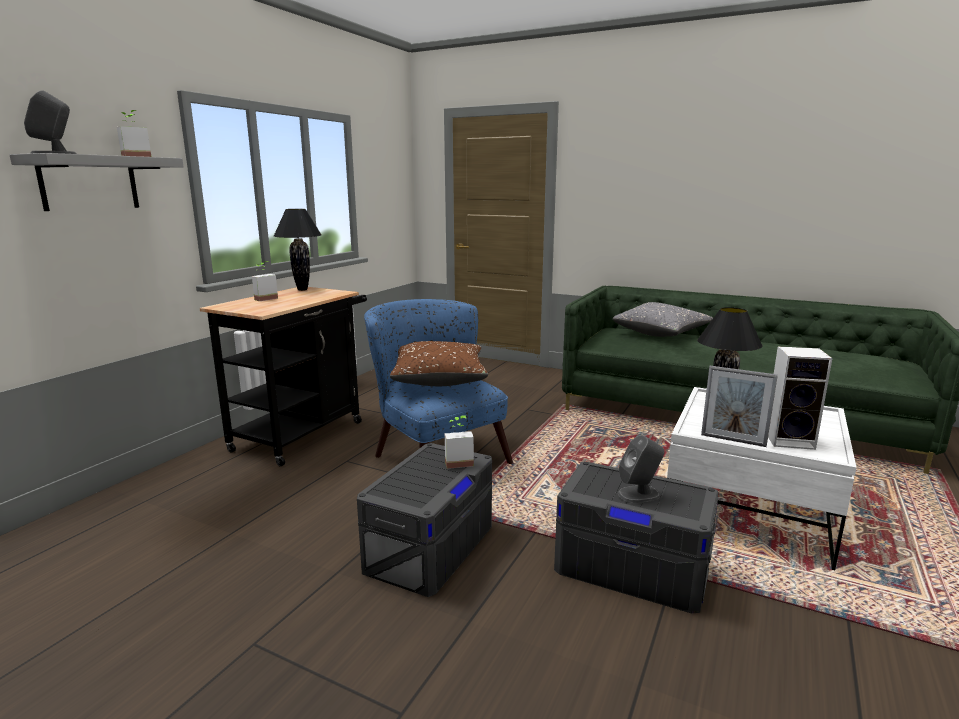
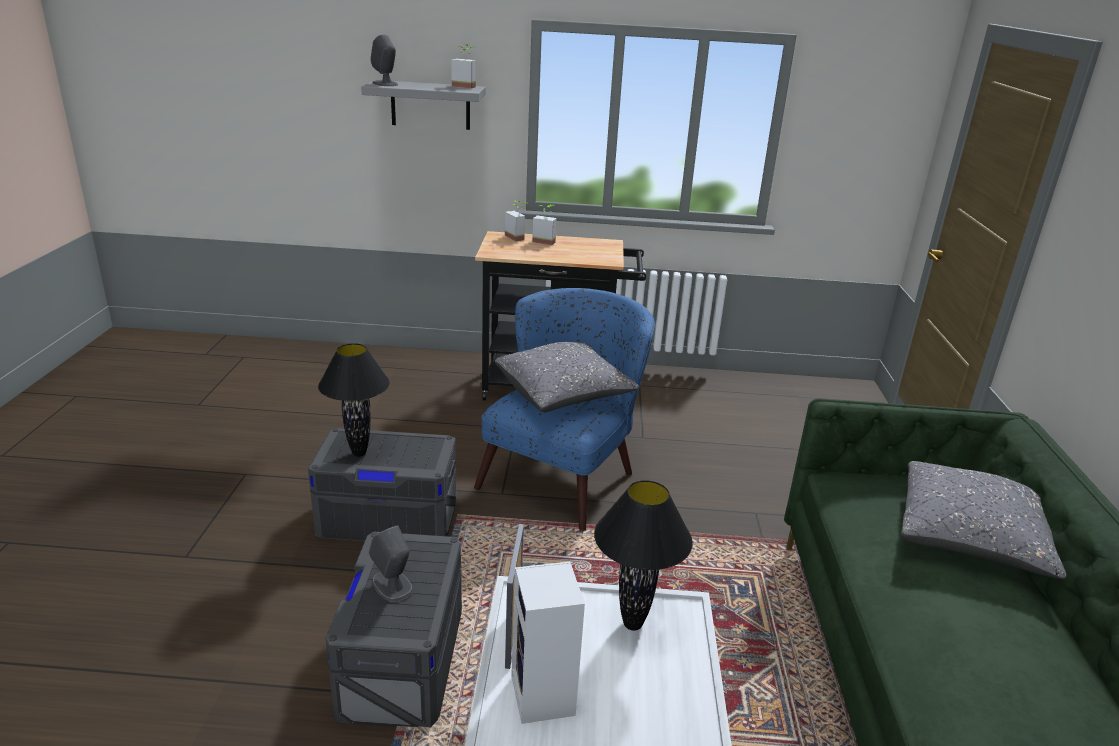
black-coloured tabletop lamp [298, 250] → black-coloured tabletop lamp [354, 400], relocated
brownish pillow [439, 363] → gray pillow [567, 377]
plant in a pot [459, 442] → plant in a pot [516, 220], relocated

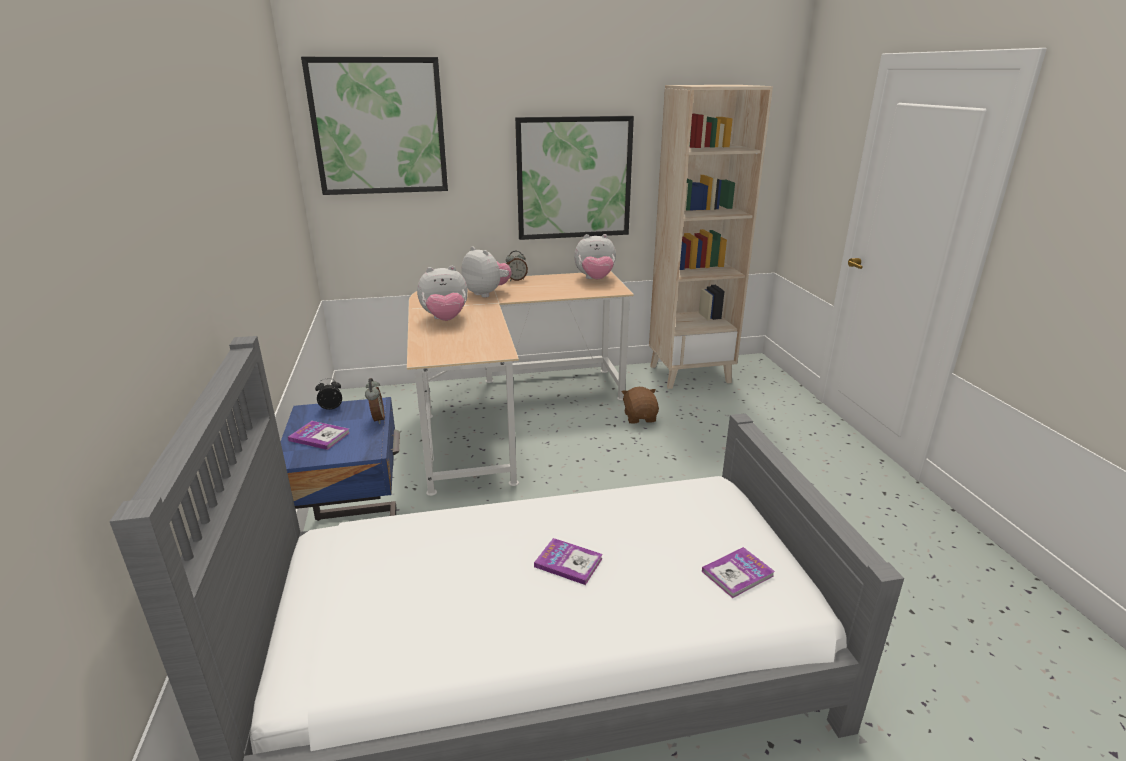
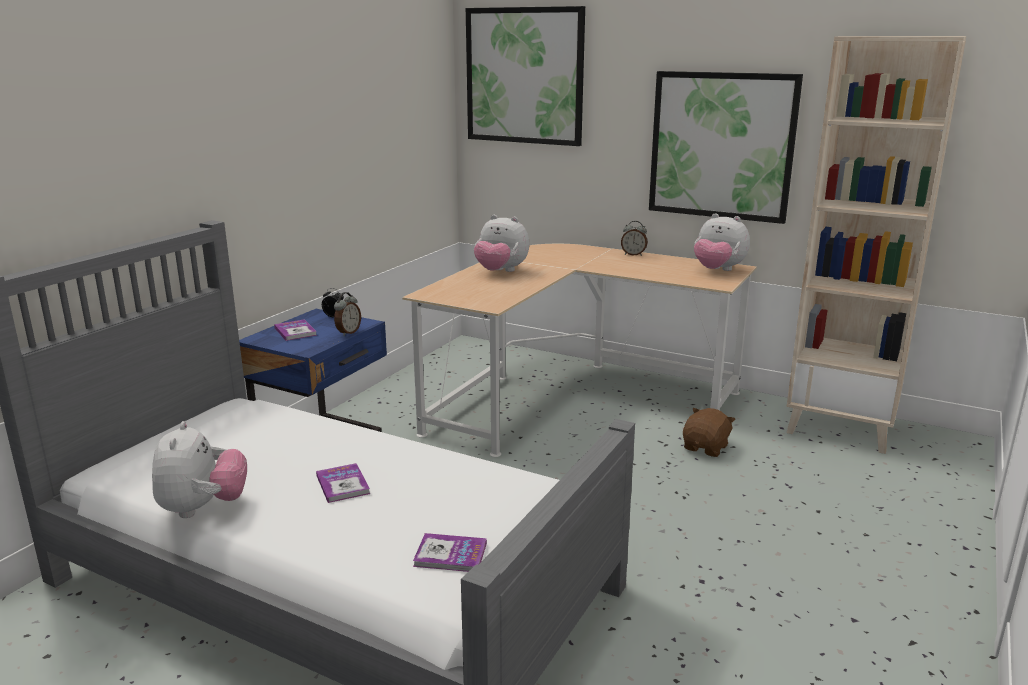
soft toy [486, 272] → soft toy [199, 469], relocated

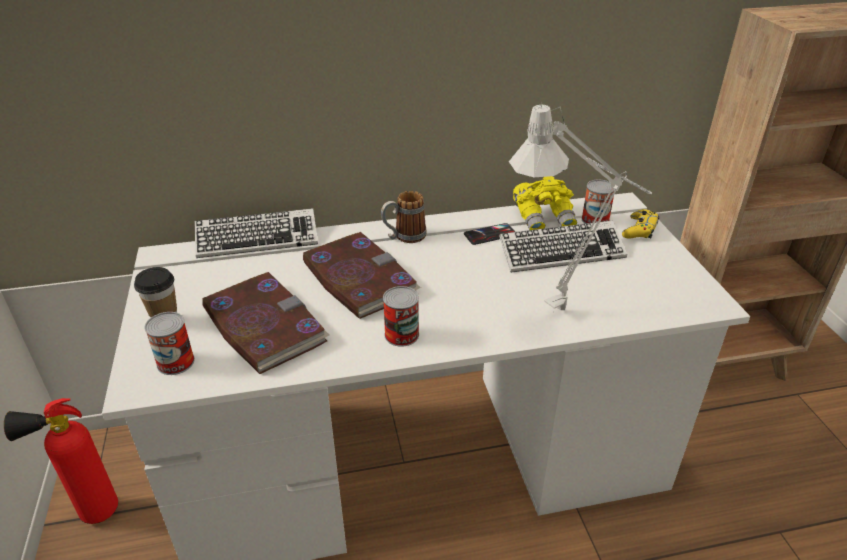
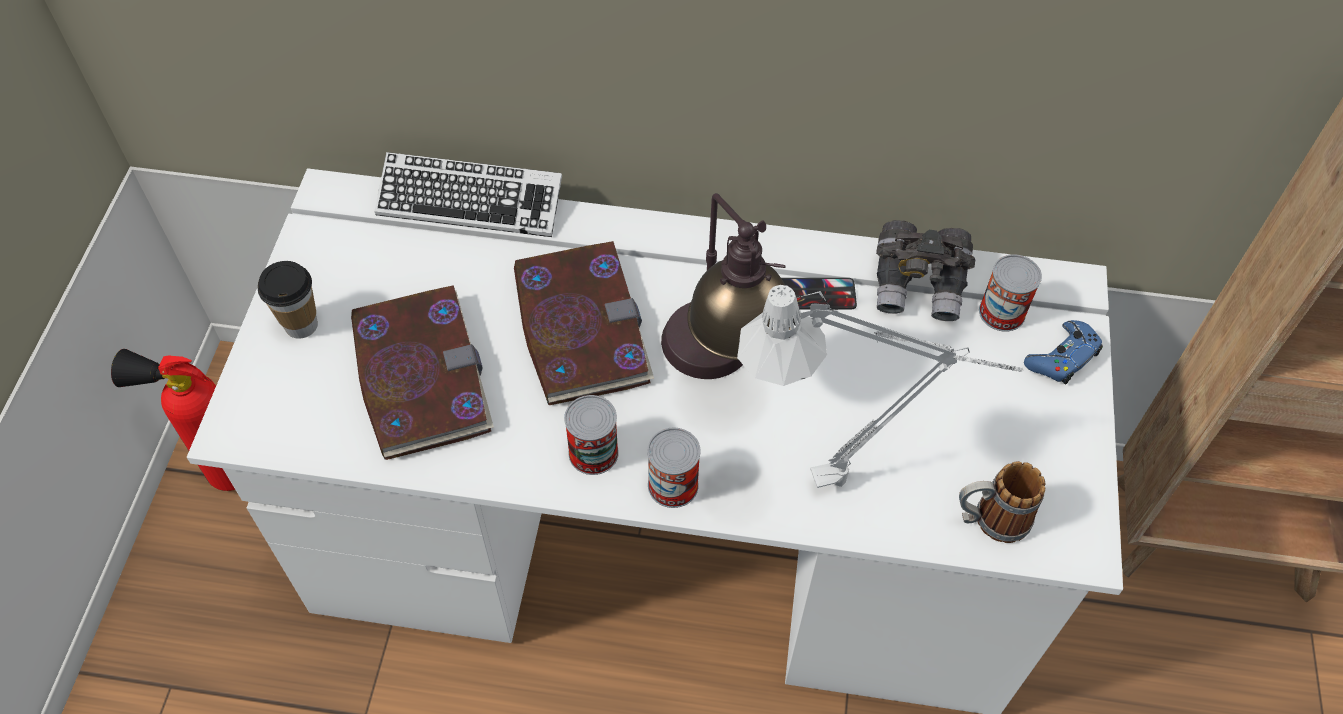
can [169, 343] → can [674, 468], relocated
tea mug [404, 217] → tea mug [1002, 502], relocated
keyboard [563, 246] → -
yellowish field glasses [545, 203] → gray field glasses [925, 270]
yellowish joypad [640, 224] → blue-coloured joypad [1063, 352]
- → tabletop lamp [726, 286]

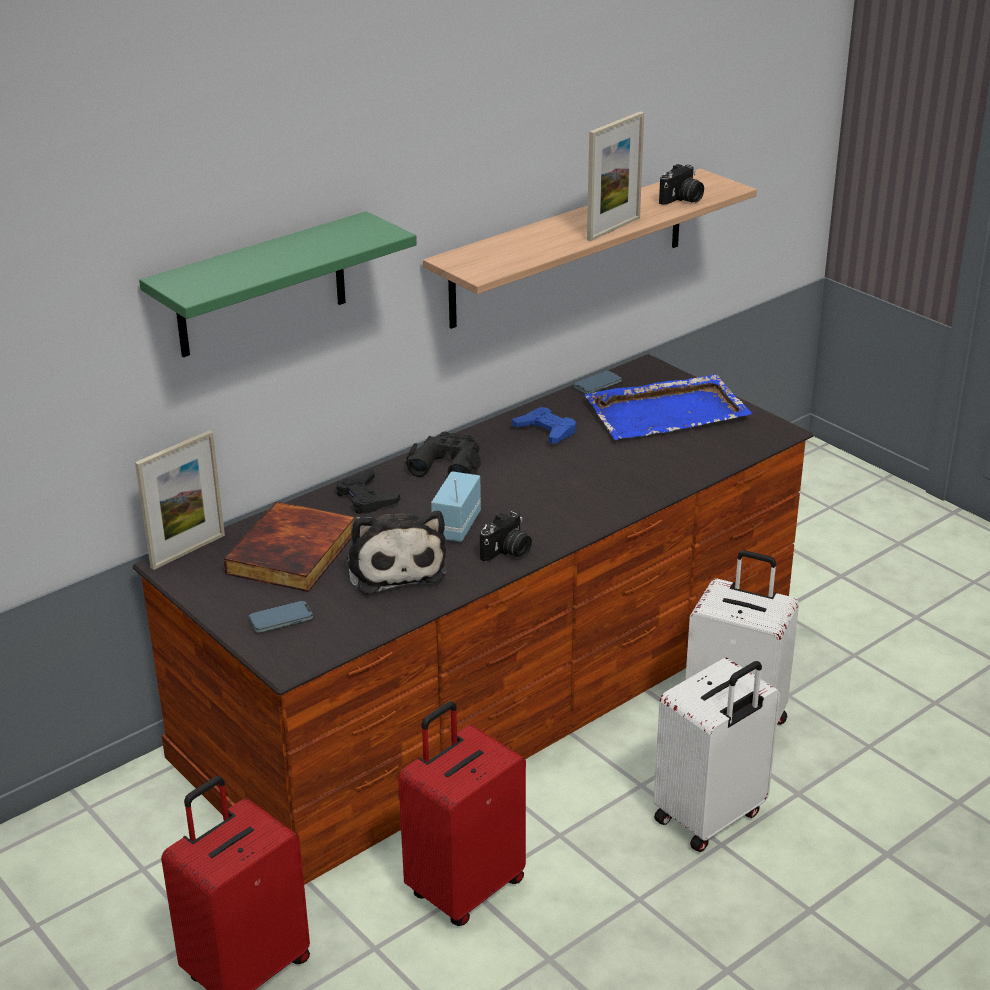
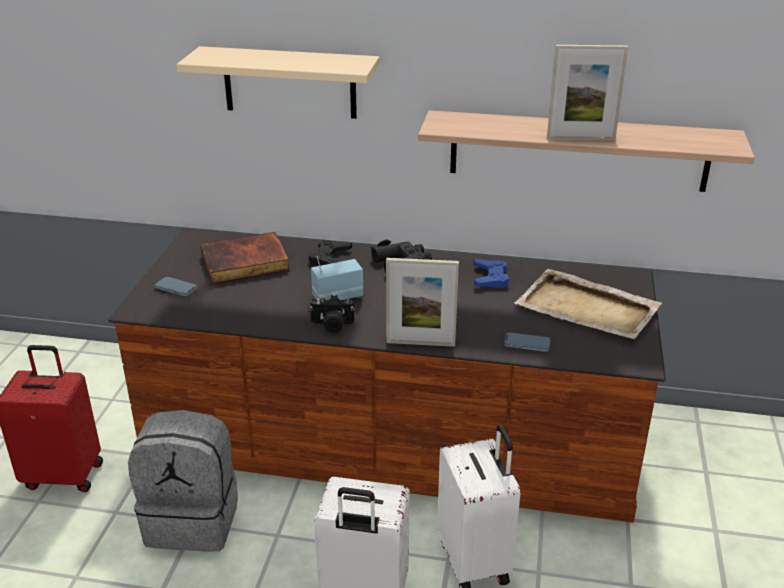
standing frame [180, 500] → standing frame [422, 302], relocated
green-coloured bracket shelf [278, 284] → beige-coloured bracket shelf [278, 82]
soft toy [397, 553] → -
red-coloured travel case [462, 813] → gray backpack [183, 481]
handset [597, 382] → handset [527, 342], relocated
blue-coloured tray [668, 407] → beige-coloured tray [588, 304]
photo camera [681, 184] → -

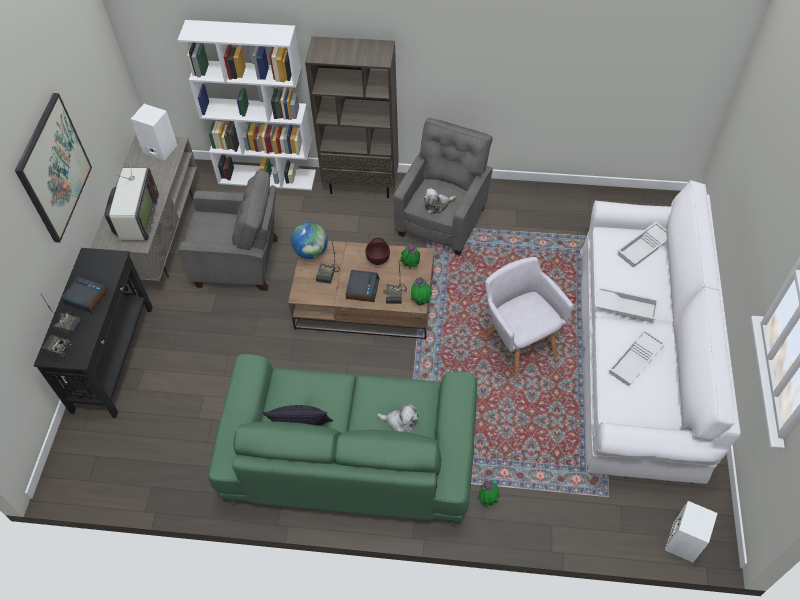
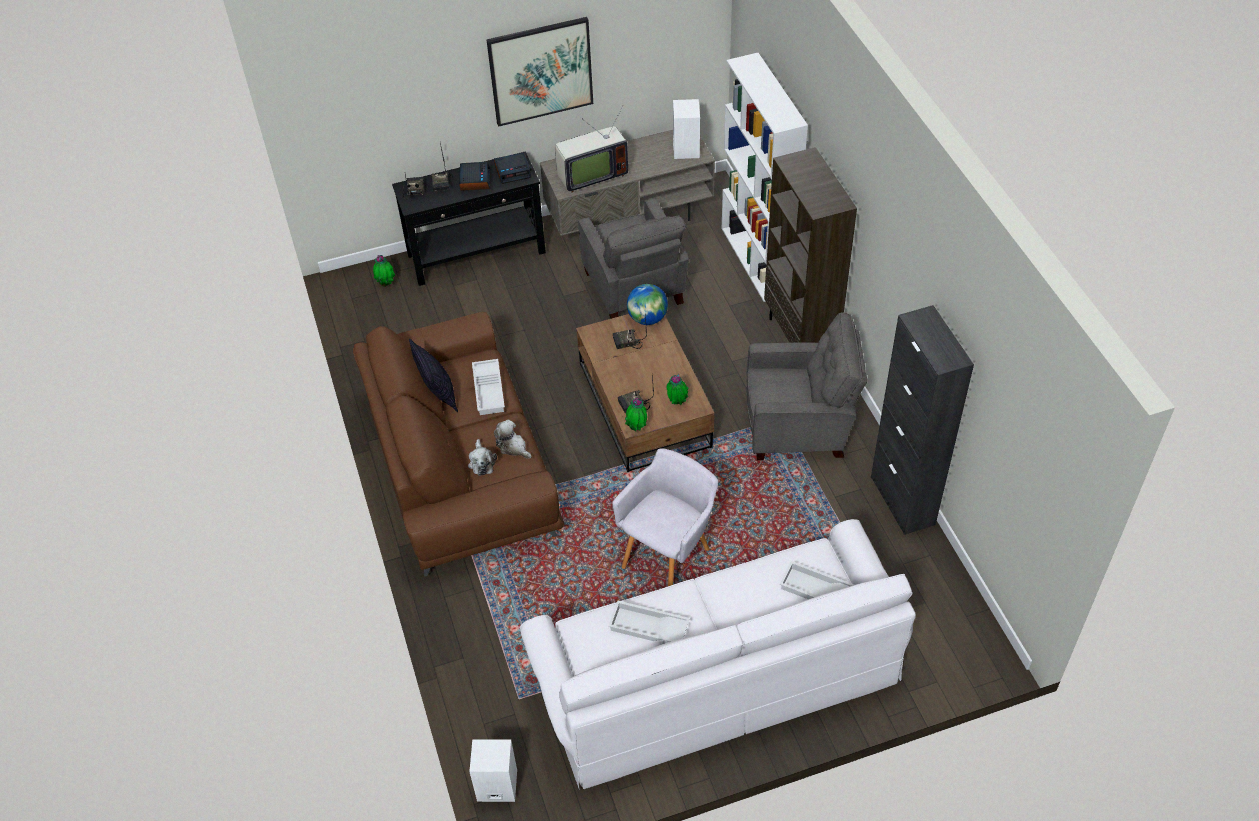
green-coloured settee [342, 440] → brownish settee [458, 444]
table clock [362, 286] → table clock [512, 168], relocated
brownish bowl [377, 251] → -
soft toy [440, 201] → soft toy [513, 439], relocated
plant in a pot [488, 493] → plant in a pot [384, 271], relocated
white-coloured tray [627, 305] → white-coloured tray [488, 387], relocated
- → black-coloured cabinet [922, 420]

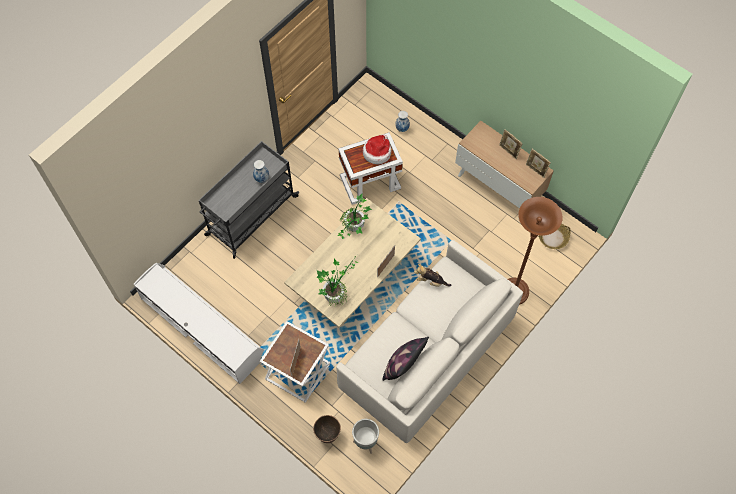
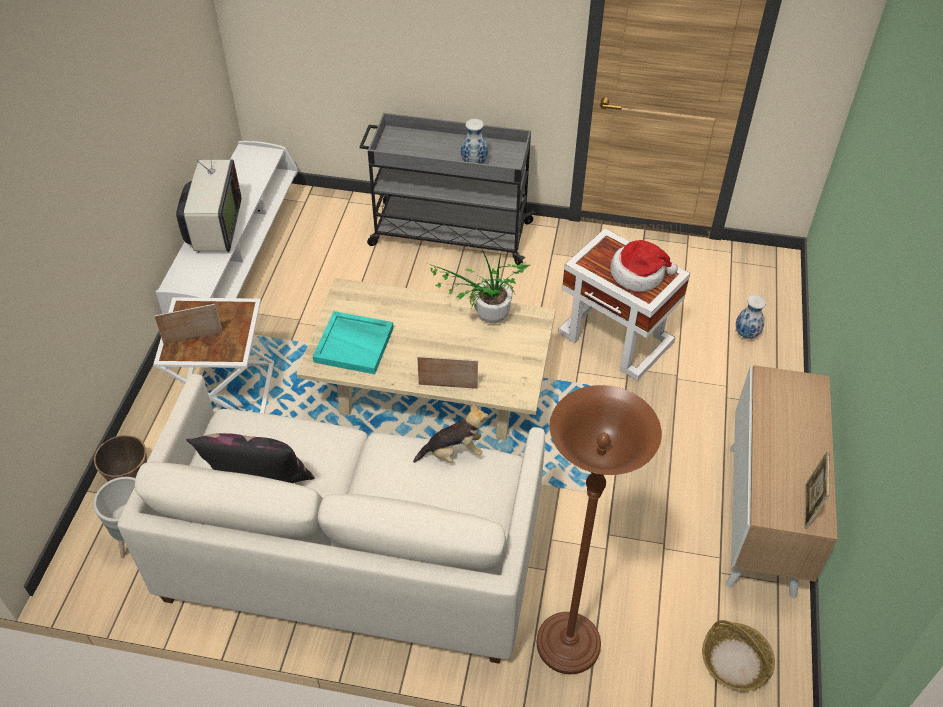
plant in a pot [337, 281] → turquoise tray [353, 342]
soft toy [432, 275] → soft toy [451, 433], 90 degrees clockwise
standing frame [511, 144] → -
- → TV set [209, 187]

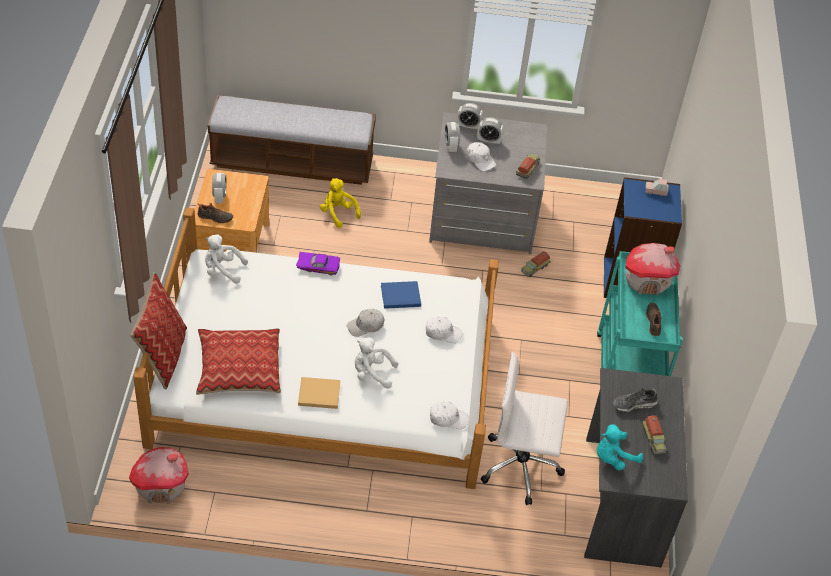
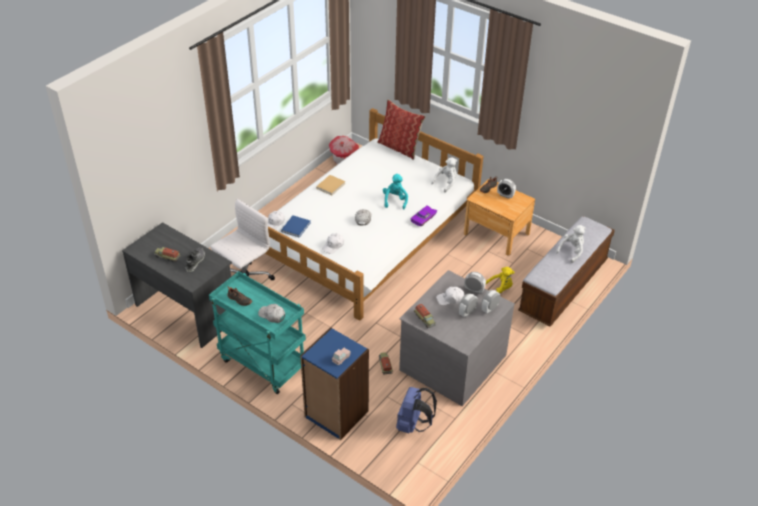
pillow [238, 361] → -
white-coloured soft toy [376, 363] → white-coloured soft toy [571, 244], relocated
blue-coloured book [401, 295] → blue-coloured book [295, 226], relocated
turquoise soft toy [620, 447] → turquoise soft toy [395, 191], relocated
model house [652, 269] → white-coloured peaked cap [271, 313]
- → blue-coloured backpack [416, 410]

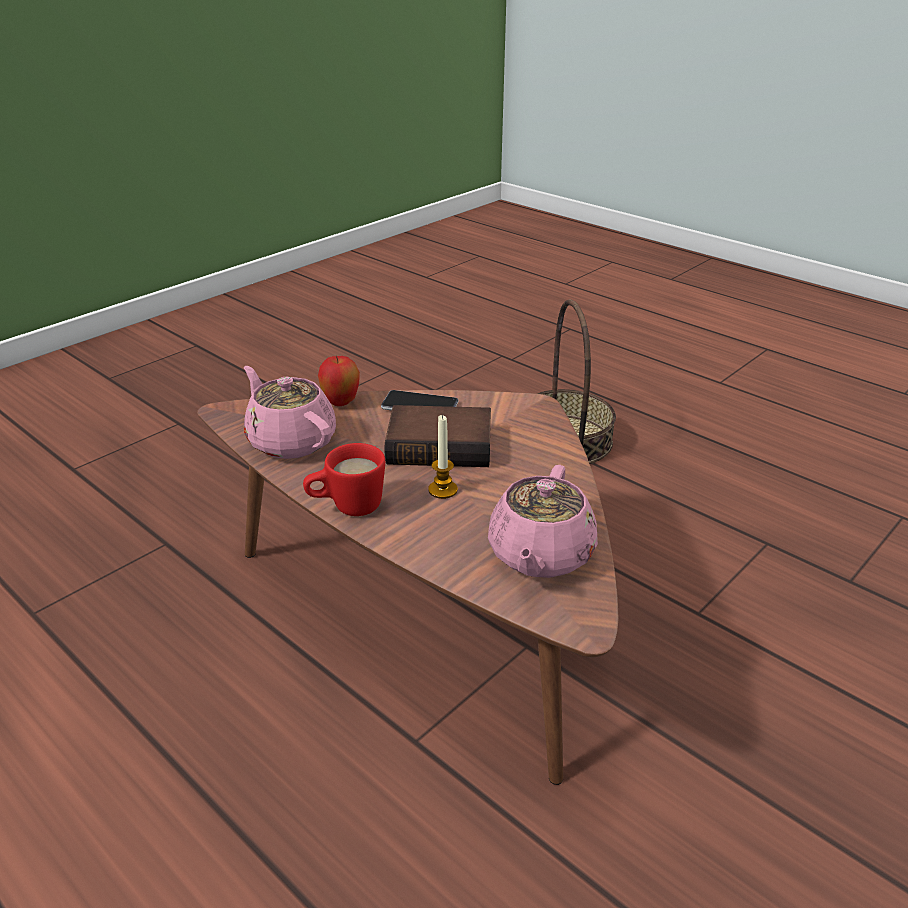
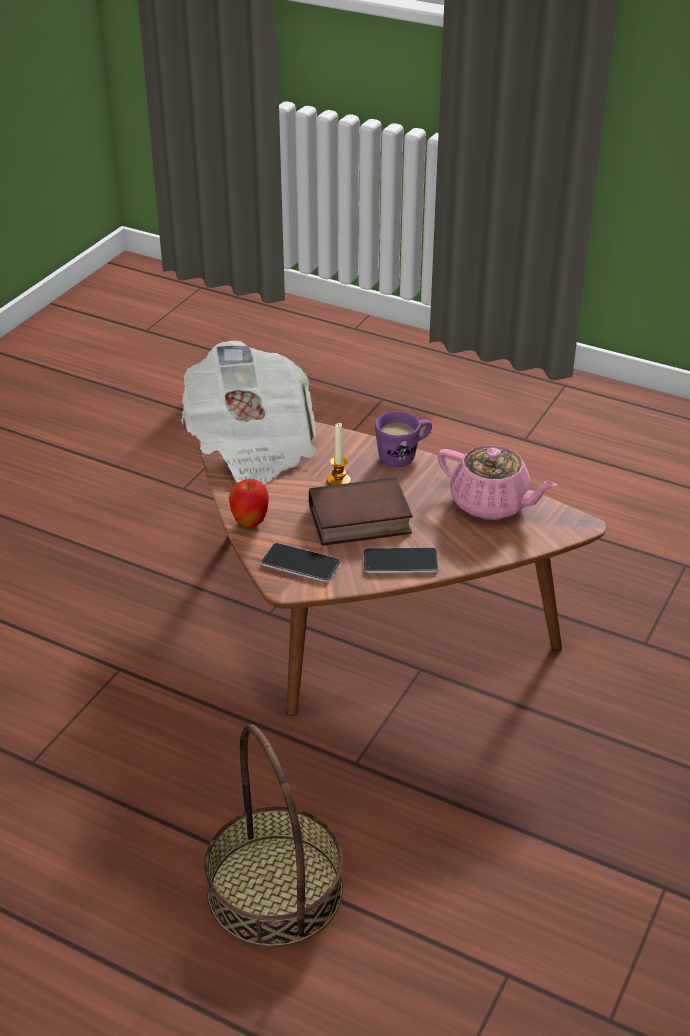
red-coloured tea mug [344, 479] → purple tea mug [403, 439]
apple [339, 381] → apple [249, 503], relocated
pinkish tea pot [543, 521] → printed paper [248, 412]
- → handset [300, 562]

